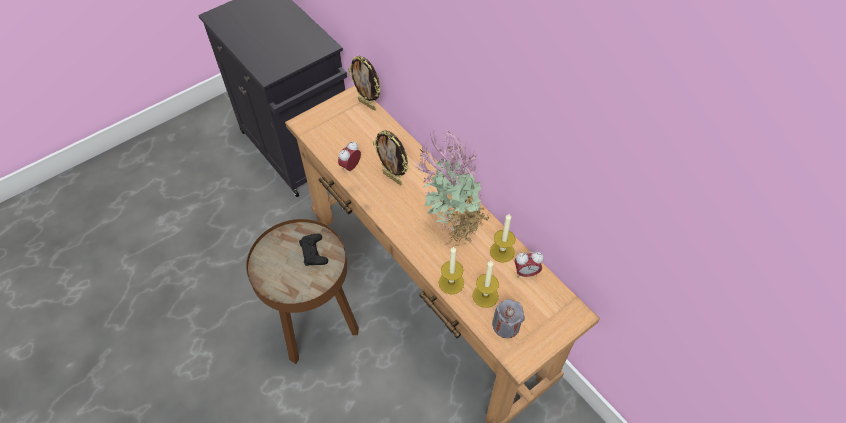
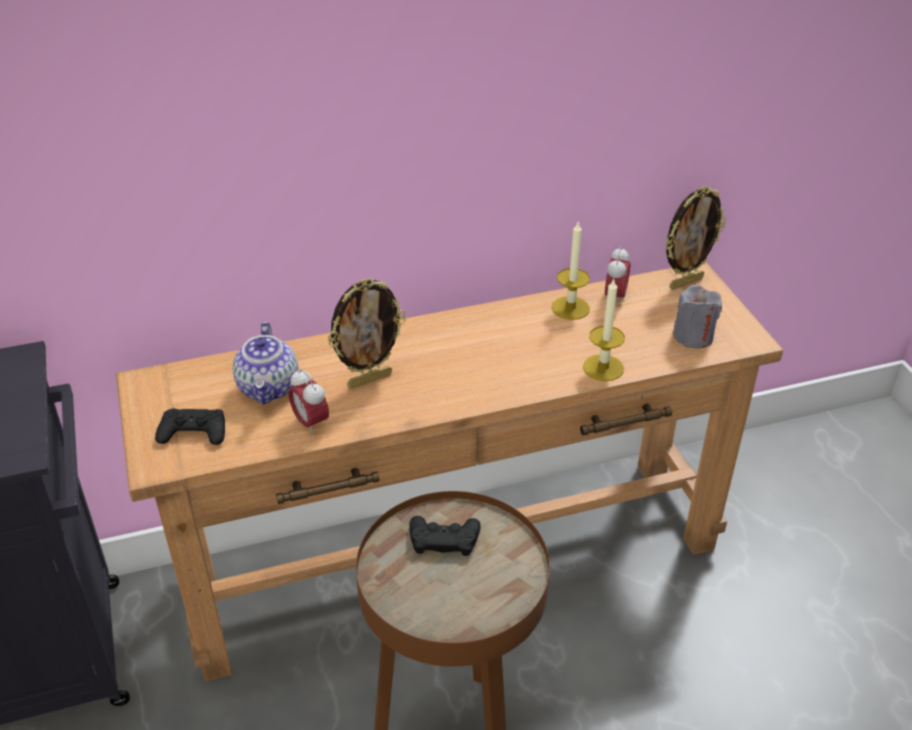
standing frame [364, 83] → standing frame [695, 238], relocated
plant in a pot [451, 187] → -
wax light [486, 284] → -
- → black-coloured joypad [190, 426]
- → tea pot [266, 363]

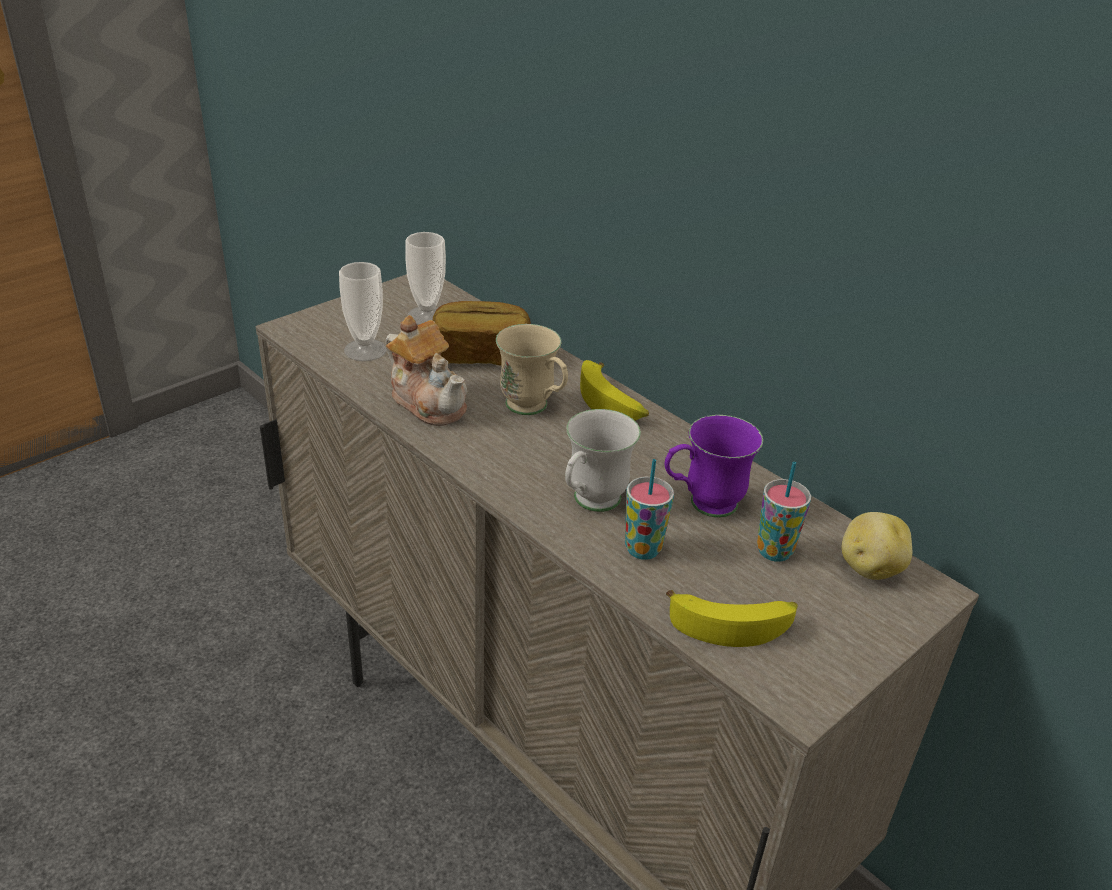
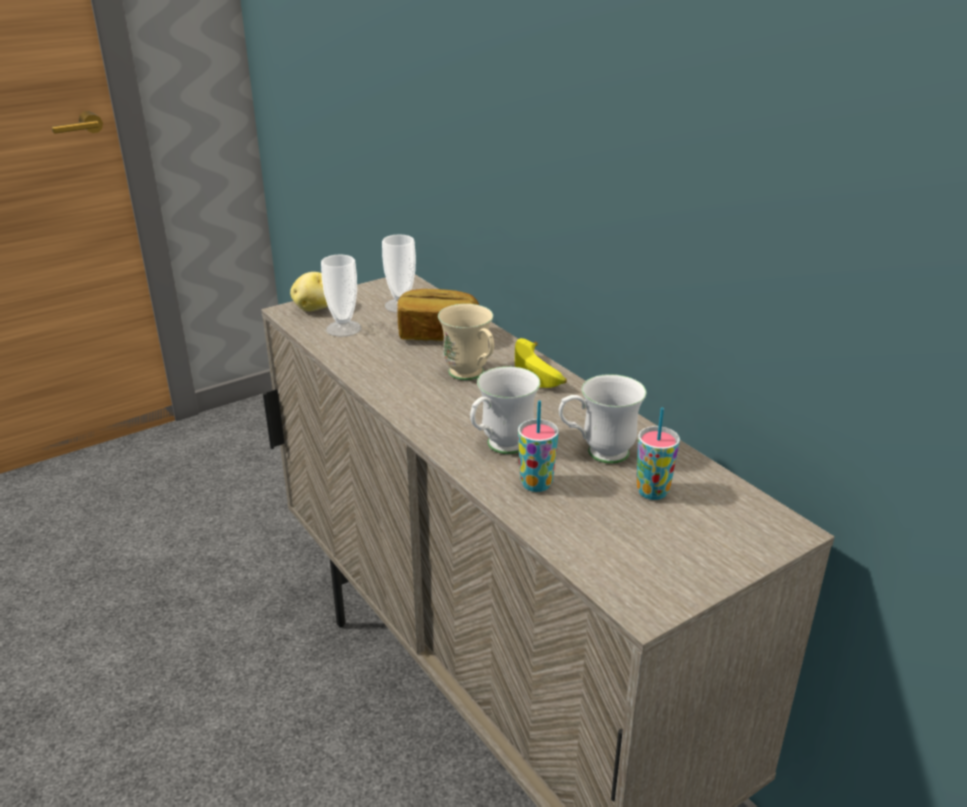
tea pot [426, 370] → -
purple tea mug [714, 466] → white-coloured tea mug [602, 419]
banana [732, 618] → -
whole potato [877, 546] → whole potato [309, 291], relocated

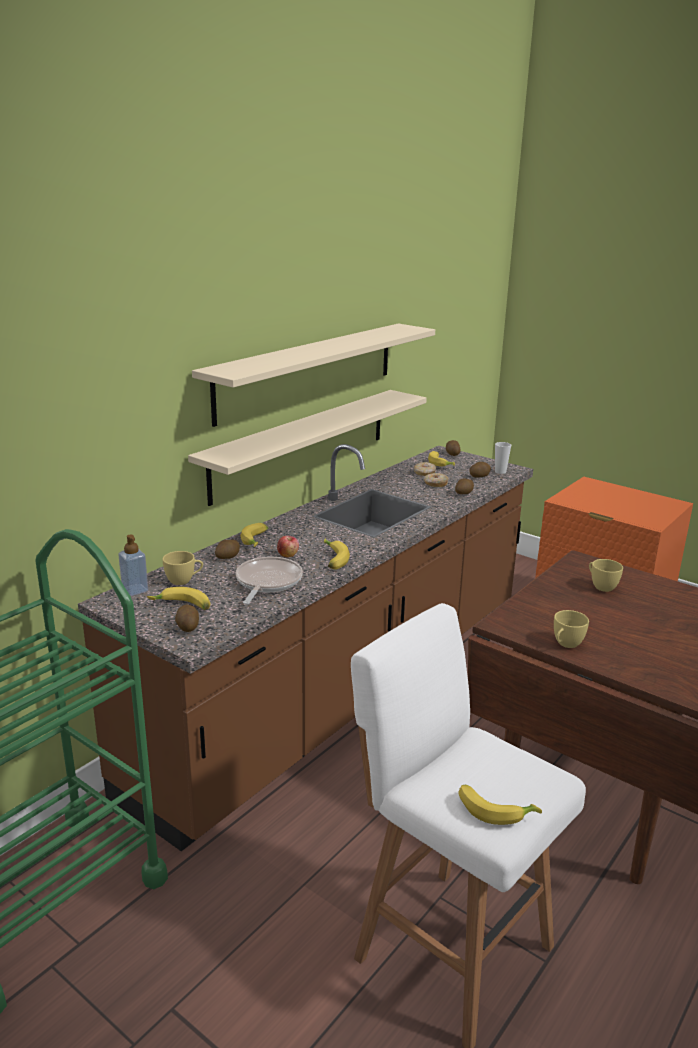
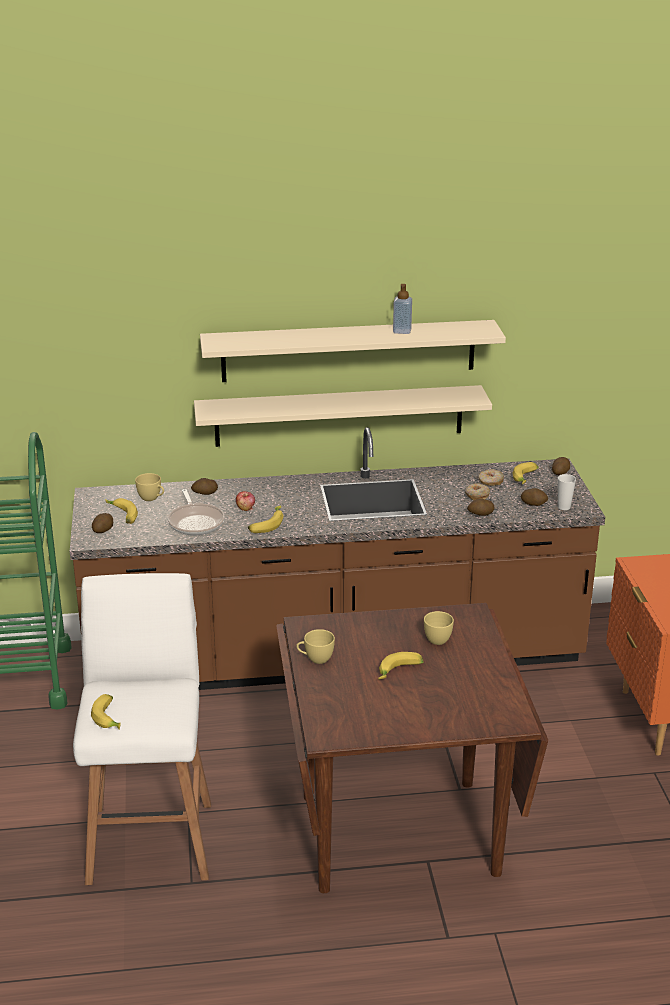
soap dispenser [133, 565] → soap dispenser [402, 309], relocated
pan [269, 581] → pan [196, 512], 105 degrees clockwise
banana [254, 535] → banana [401, 666], relocated

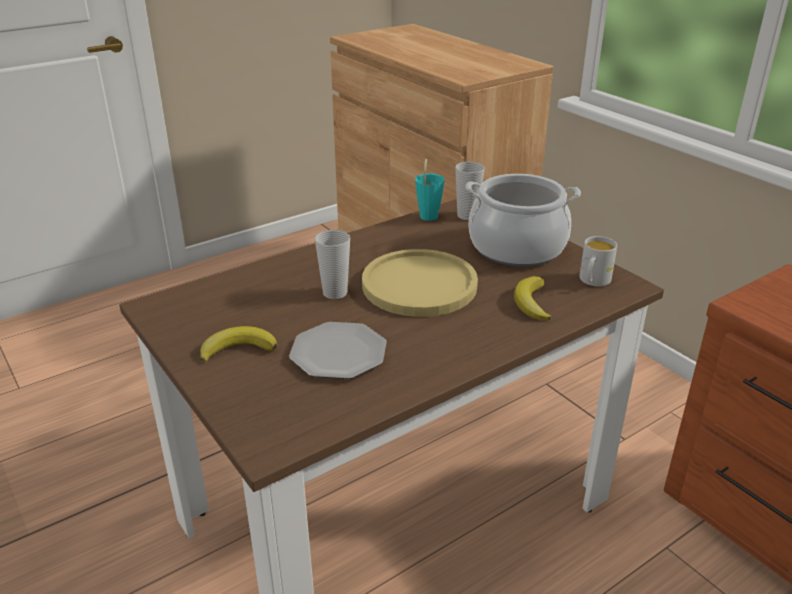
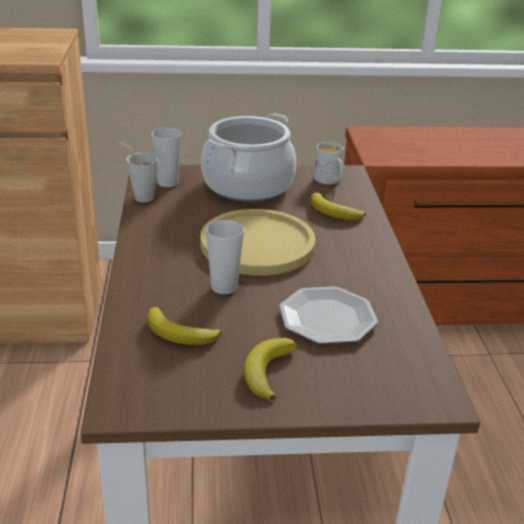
turquoise drinking cup [430, 190] → gray drinking cup [138, 172]
- → banana [184, 326]

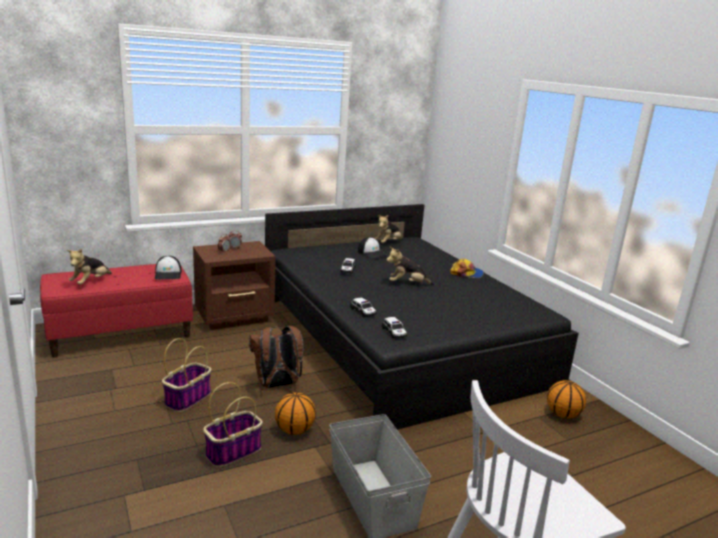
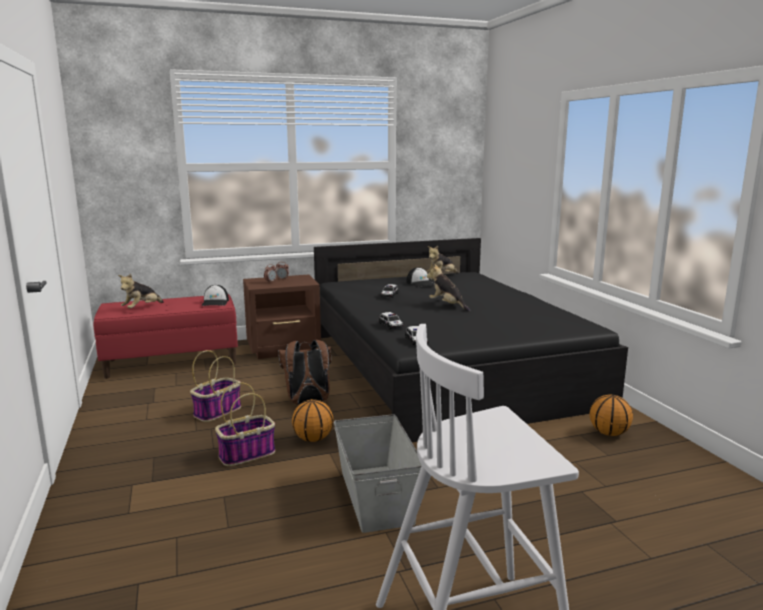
soft toy [410, 266] → soft toy [449, 288], 45 degrees clockwise
peaked cap [467, 268] → -

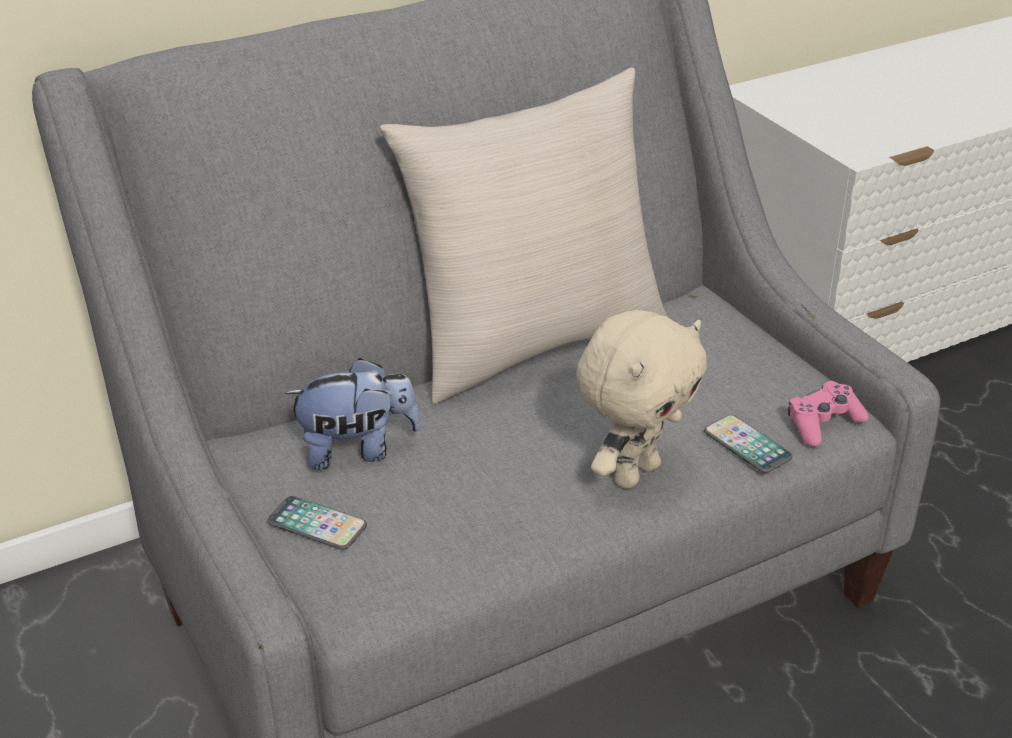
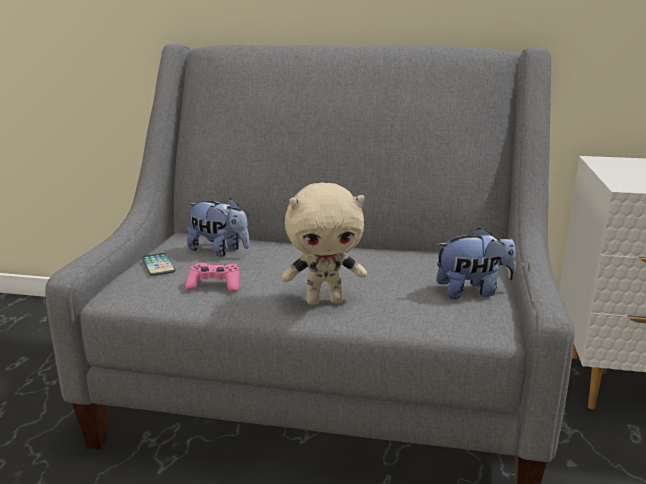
beige-coloured pillow [524, 235] → -
handset [748, 444] → -
pinkish joypad [828, 414] → pinkish joypad [212, 277], relocated
- → soft toy [475, 263]

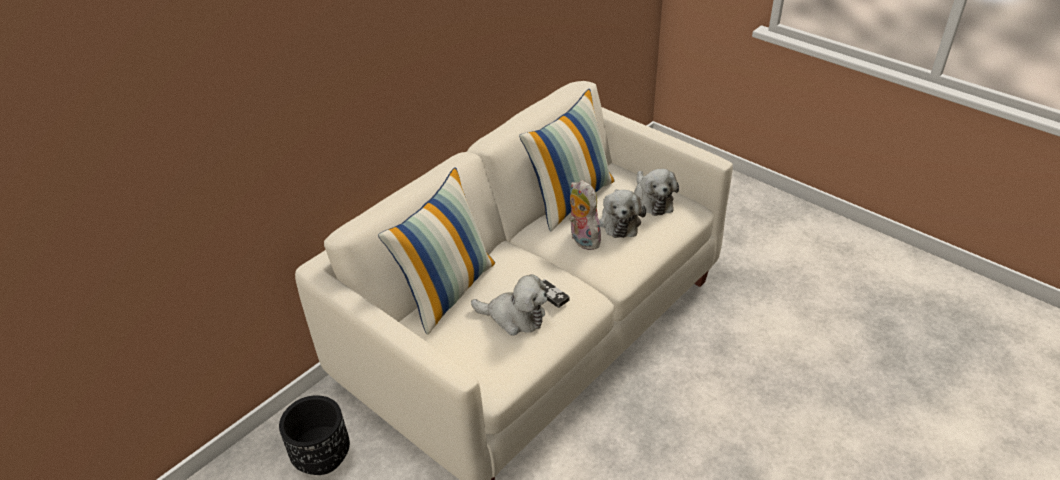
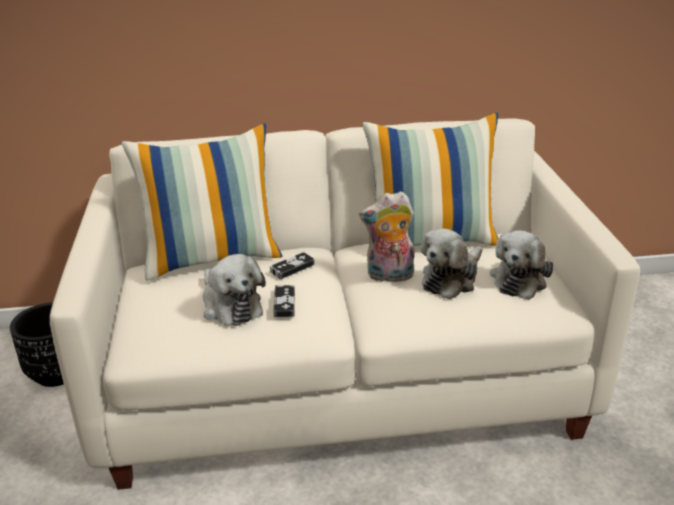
soft toy [586, 215] → soft toy [387, 236], 105 degrees counterclockwise
- → joypad [292, 265]

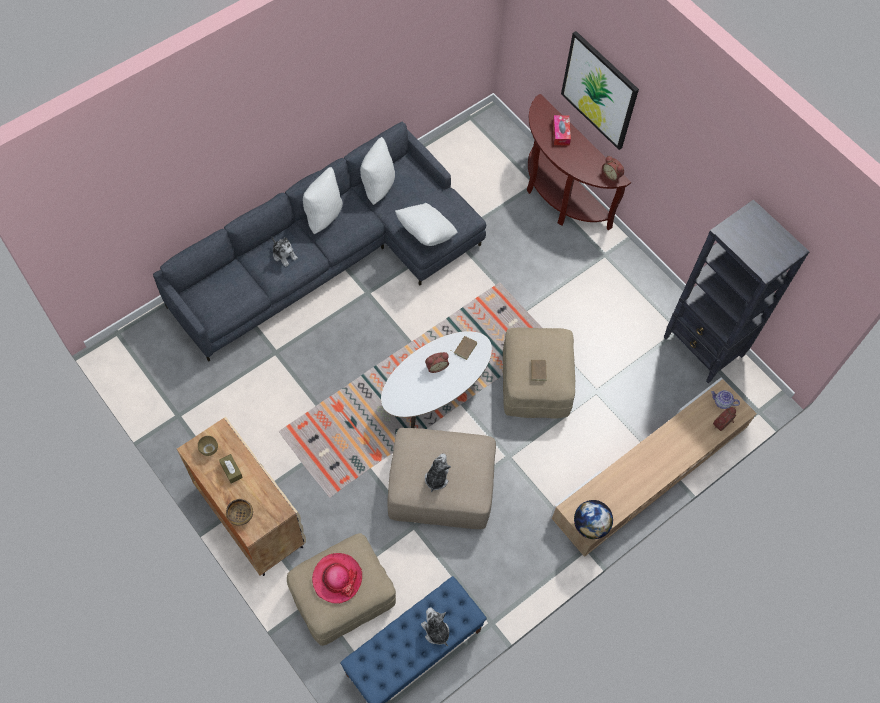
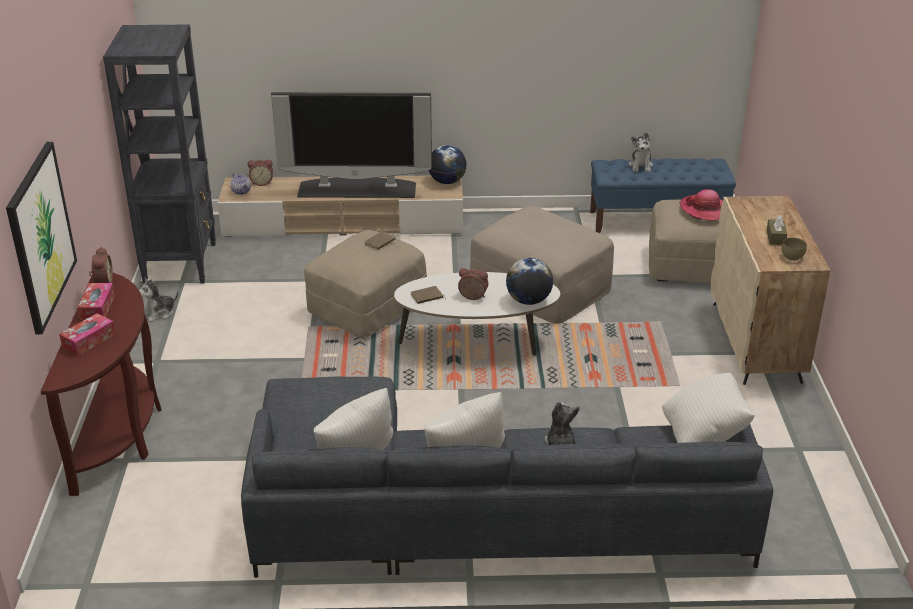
bowl [239, 512] → -
white-coloured pillow [426, 224] → white-coloured pillow [708, 408], relocated
soft toy [438, 473] → soft toy [158, 299], relocated
- → tissue holder [96, 302]
- → TV set [351, 145]
- → world globe [529, 281]

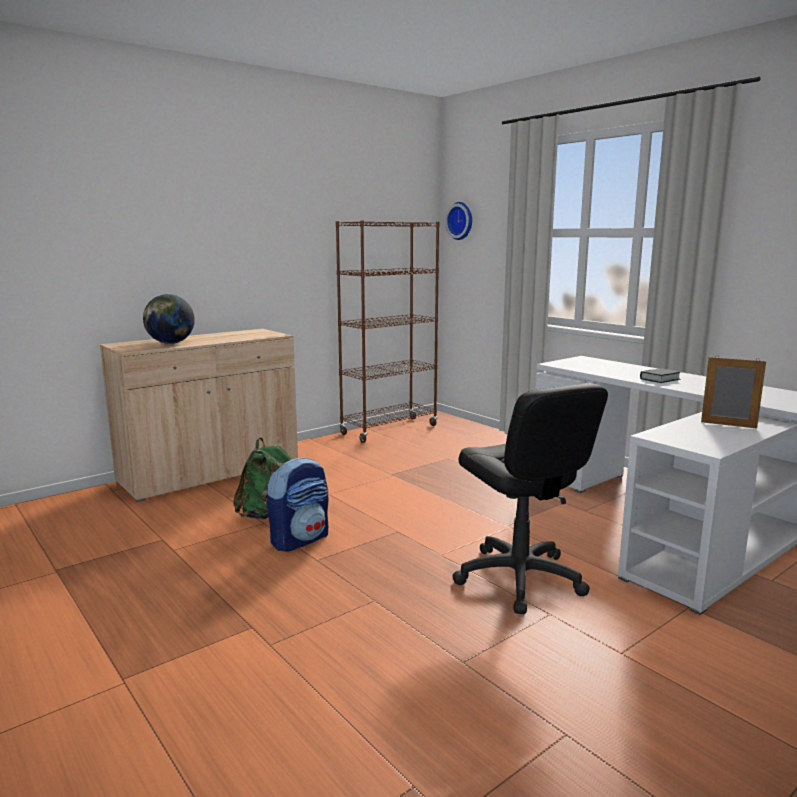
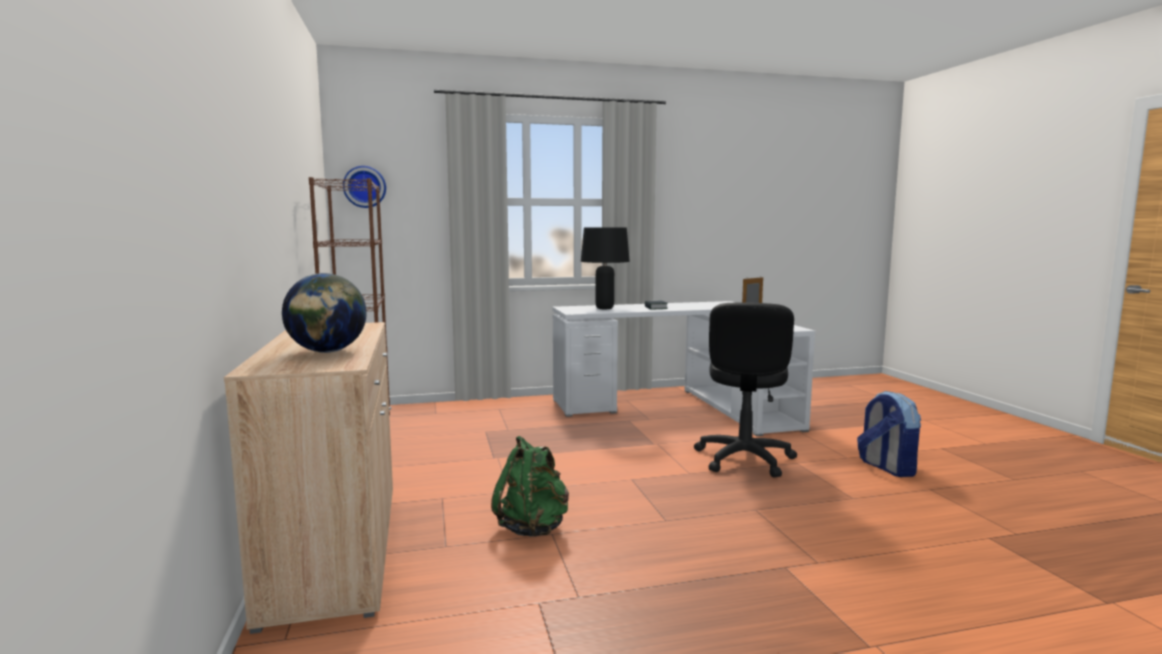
backpack [297, 504] → backpack [889, 434], relocated
black-coloured desk chair [530, 498] → black-coloured desk chair [745, 389], 105 degrees clockwise
- → black-coloured tabletop lamp [605, 268]

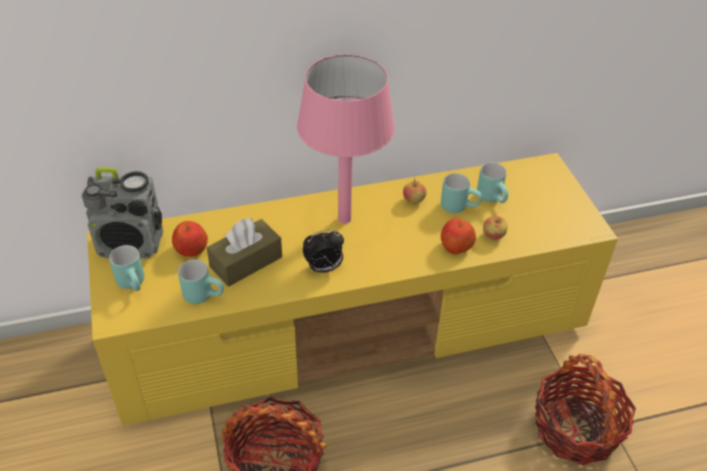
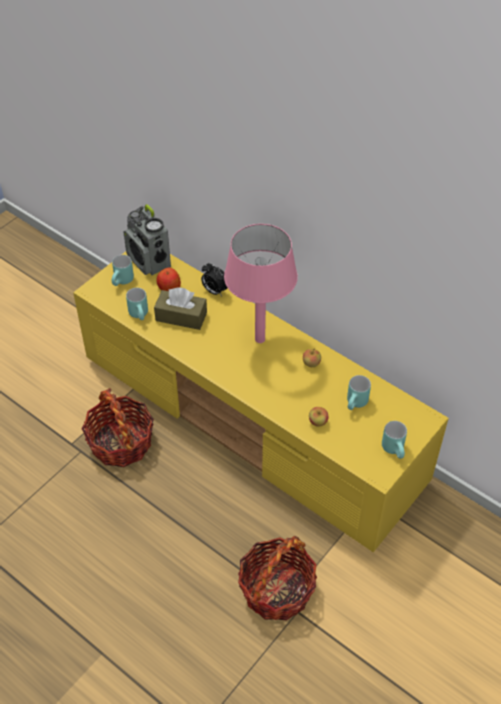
table clock [323, 251] → table clock [214, 279], relocated
turquoise tea mug [461, 193] → turquoise tea mug [394, 440], relocated
apple [458, 236] → -

